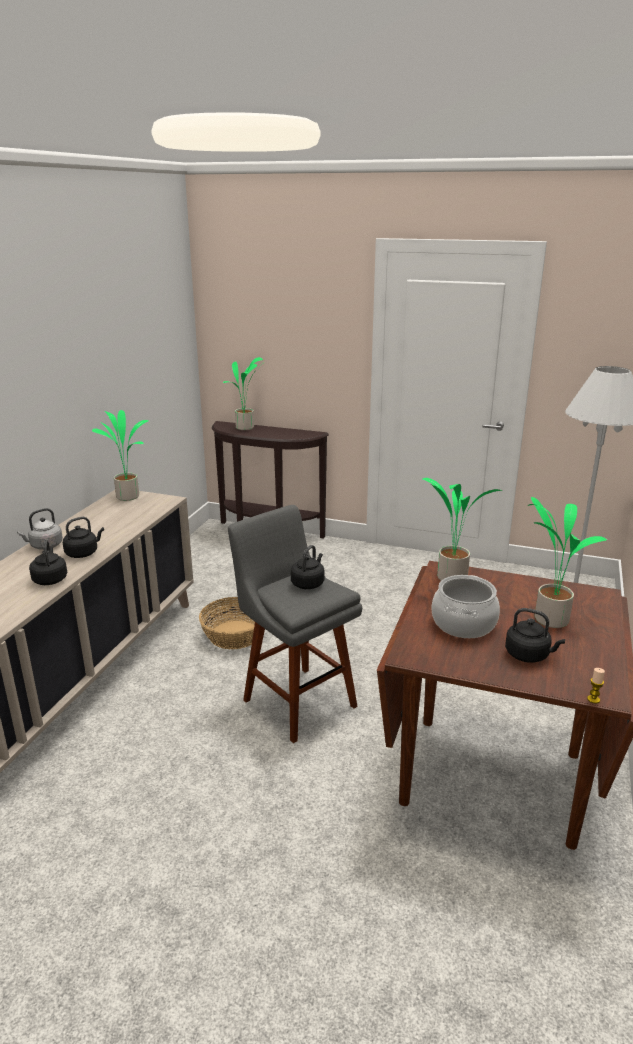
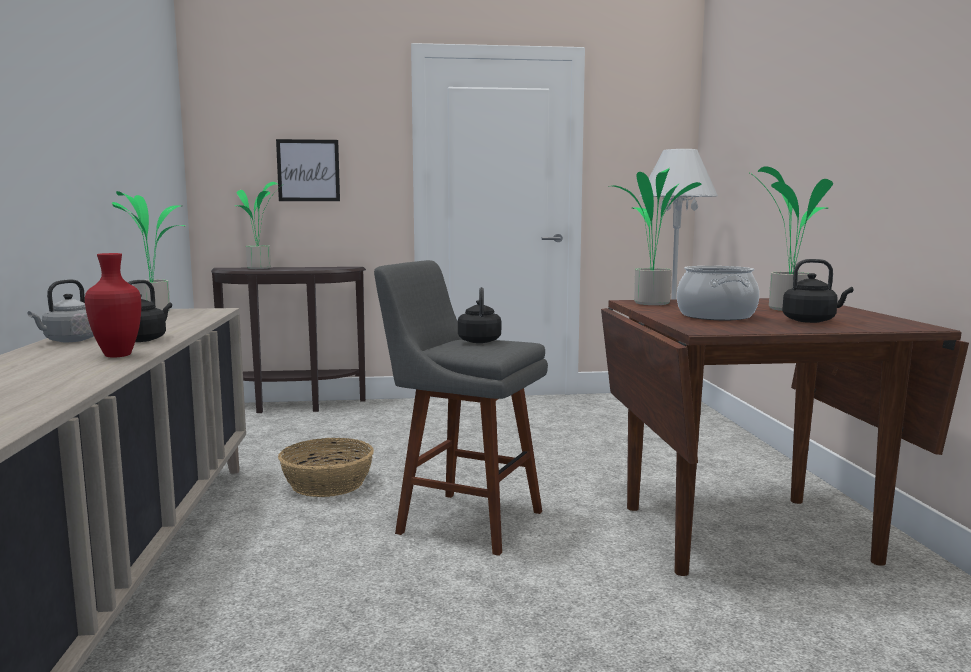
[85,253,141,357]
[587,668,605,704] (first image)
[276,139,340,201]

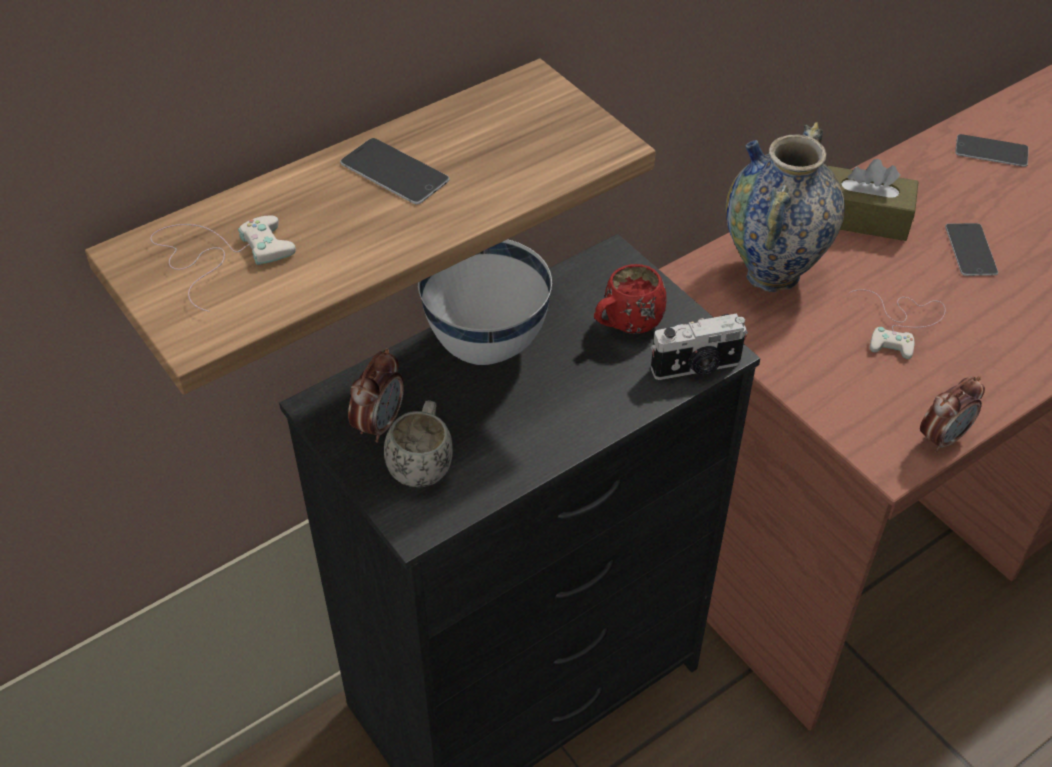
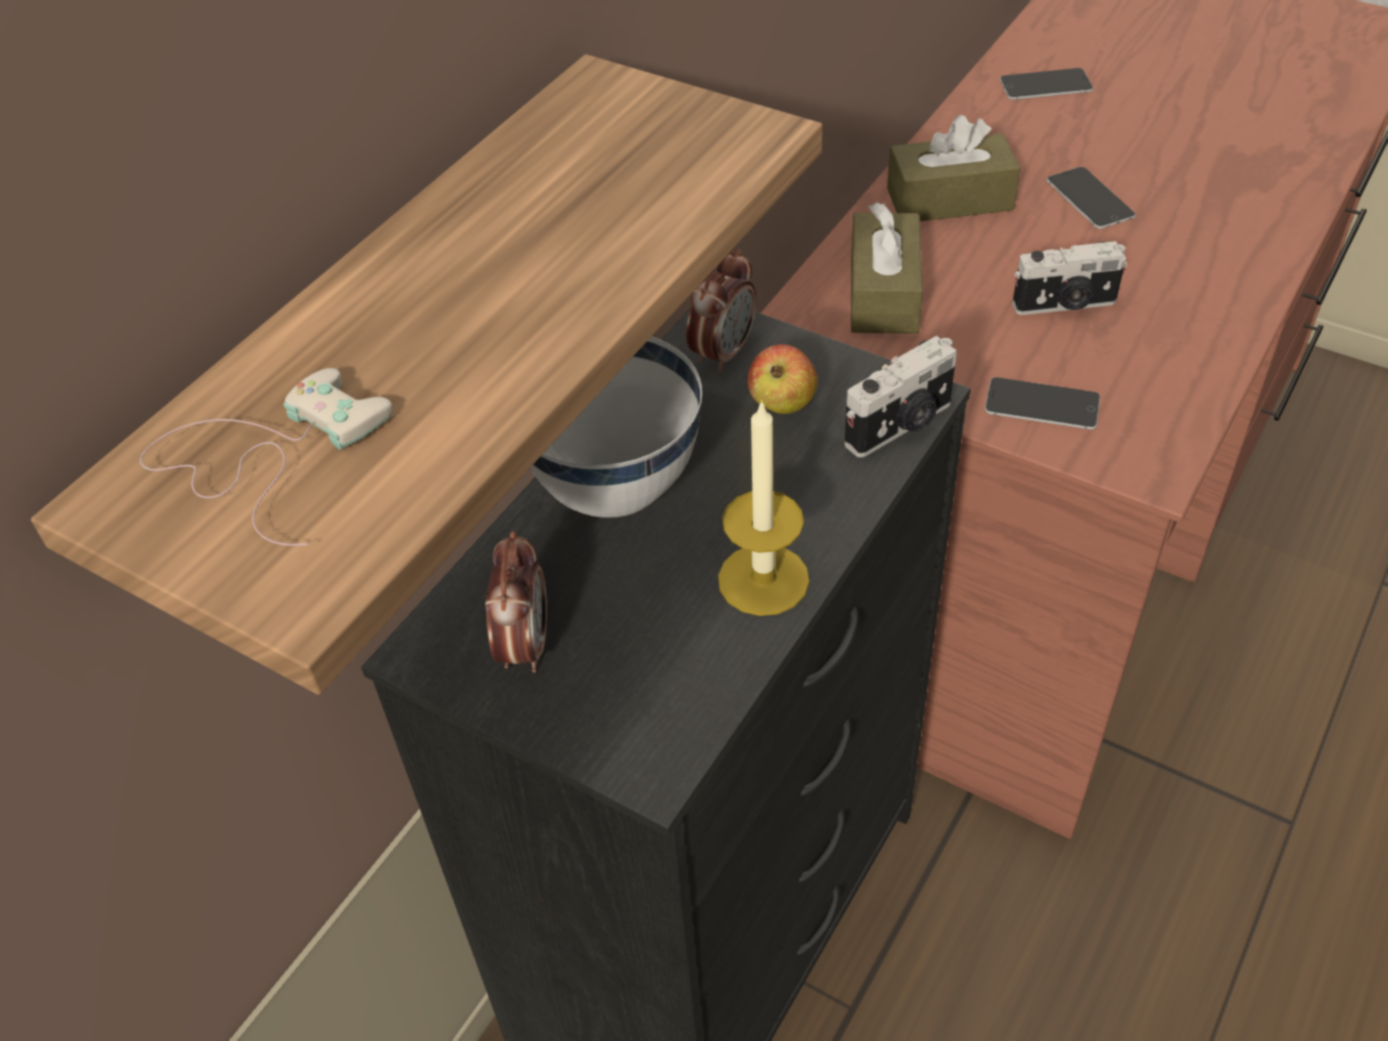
[851,202,923,334]
[985,377,1100,430]
[747,344,818,414]
[1012,241,1127,315]
[686,249,757,373]
[384,400,453,487] (first image)
[718,400,810,616]

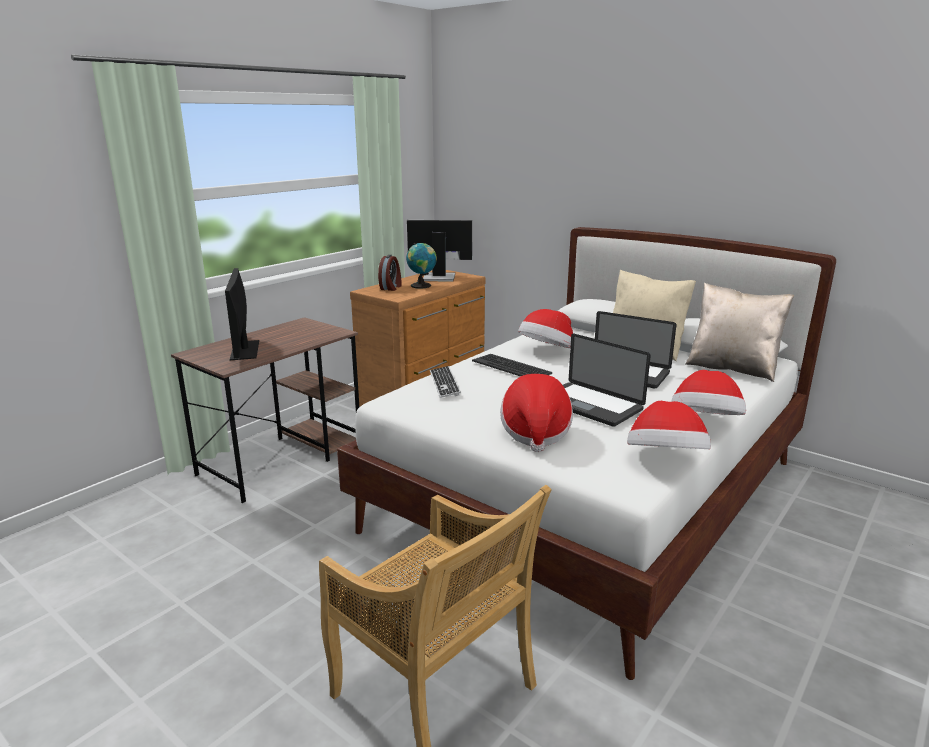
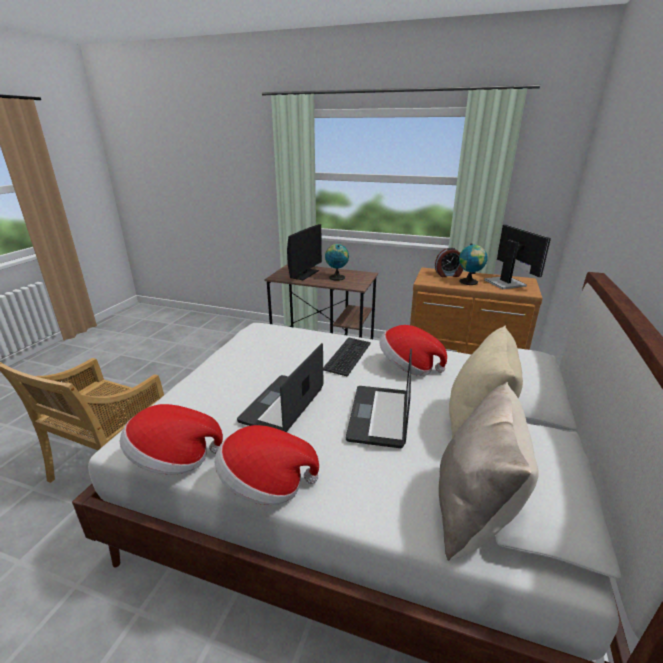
[287,224,322,280]
[430,366,461,398] (first image)
[500,374,573,452] (first image)
[325,244,349,281]

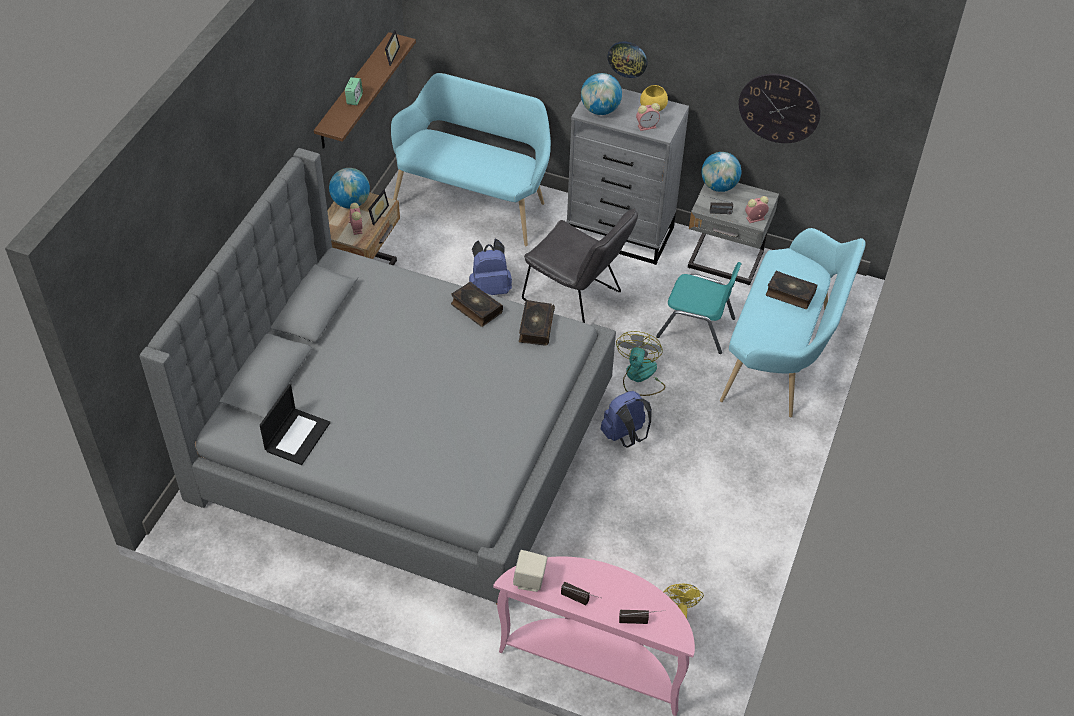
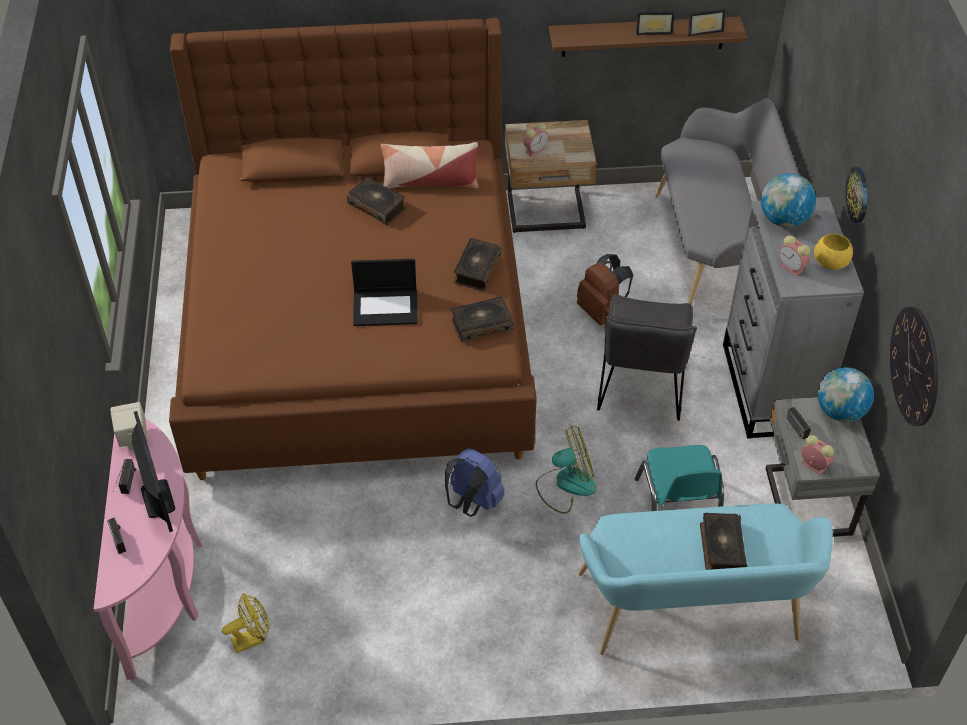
[655,98,799,304]
[345,77,363,105] (first image)
[169,18,537,480]
[329,168,370,208] (first image)
[636,11,675,35]
[577,254,633,326]
[351,259,418,326]
[381,142,478,189]
[347,177,406,225]
[132,411,176,532]

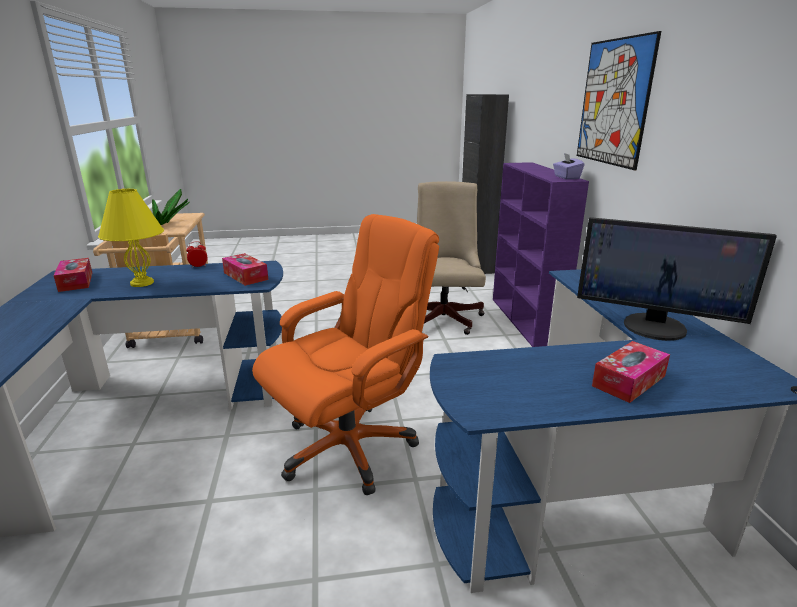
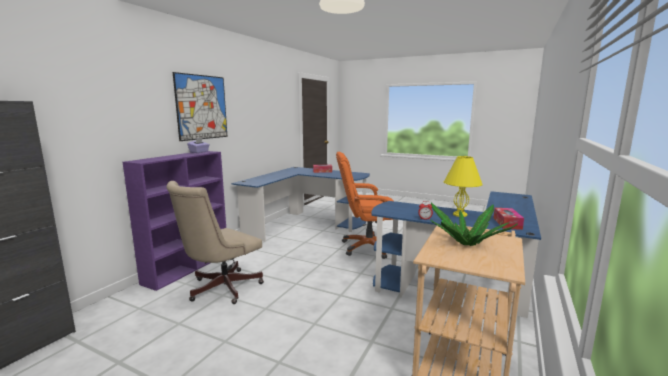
[577,217,777,341] (first image)
[222,253,268,286] (first image)

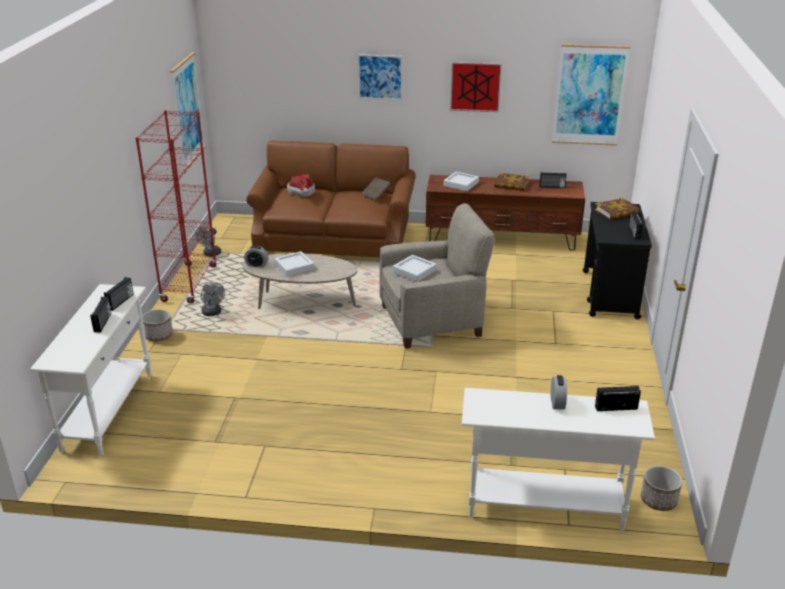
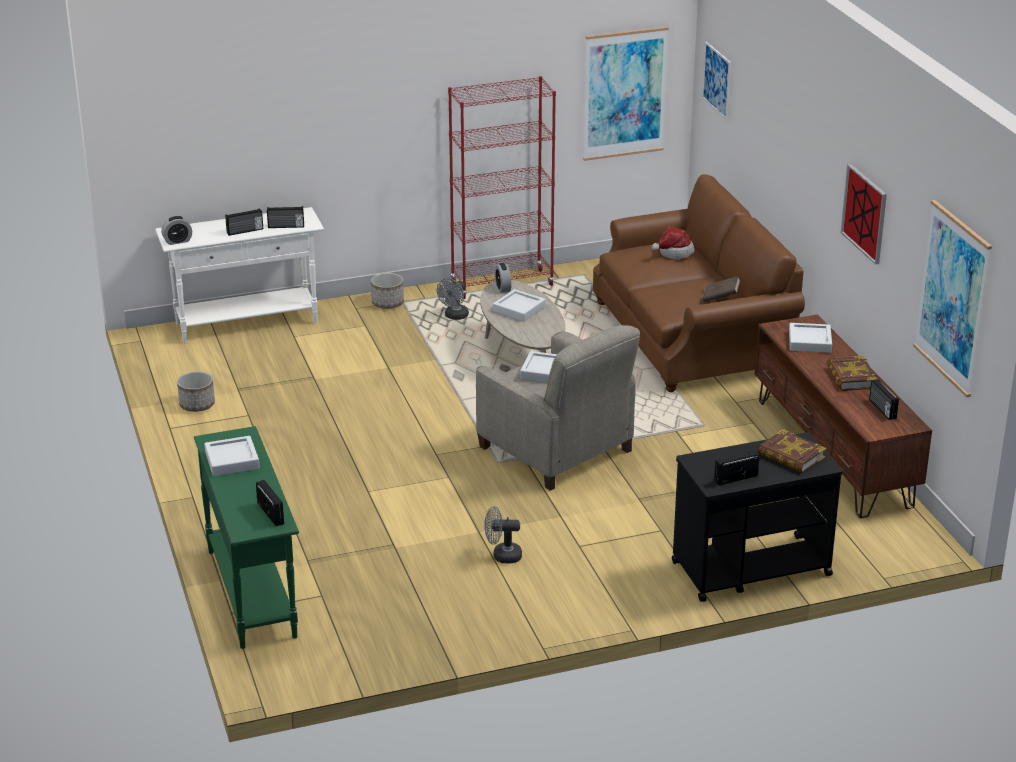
[702,42,731,120]
[484,506,522,564]
[161,216,192,245]
[194,426,299,649]
[177,371,215,412]
[204,436,260,476]

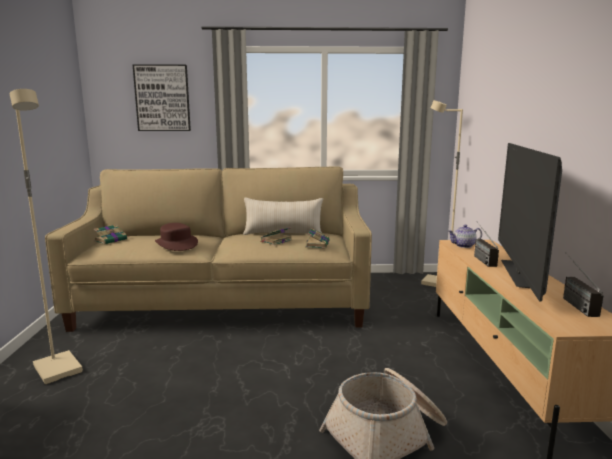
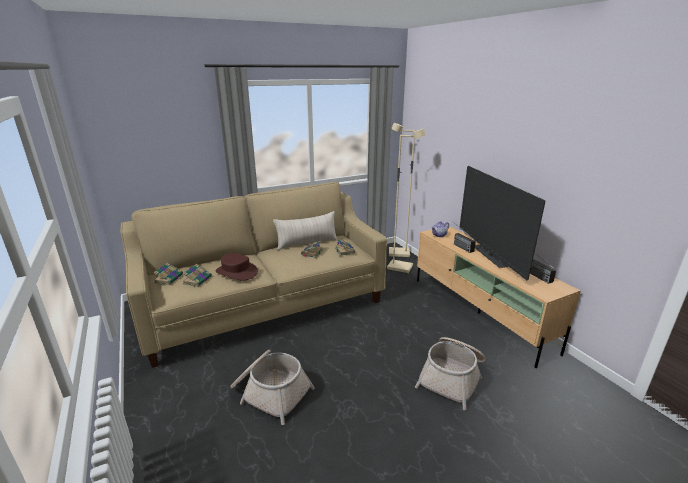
[132,64,191,131] (first image)
[387,128,426,273]
[182,264,212,287]
[230,349,315,425]

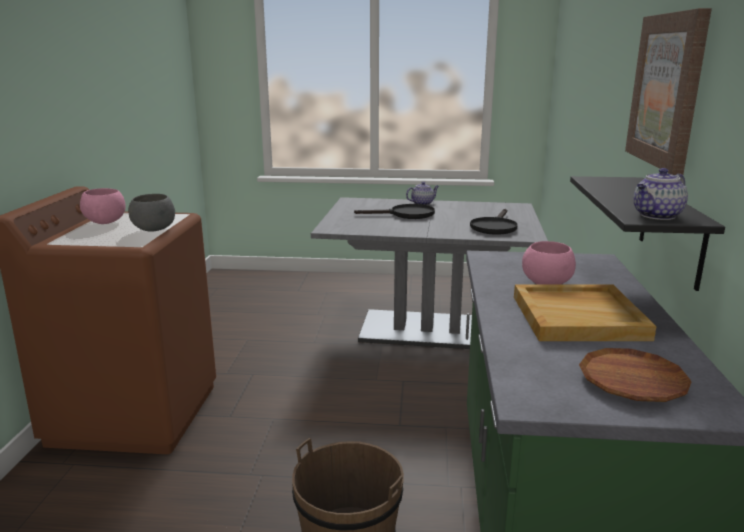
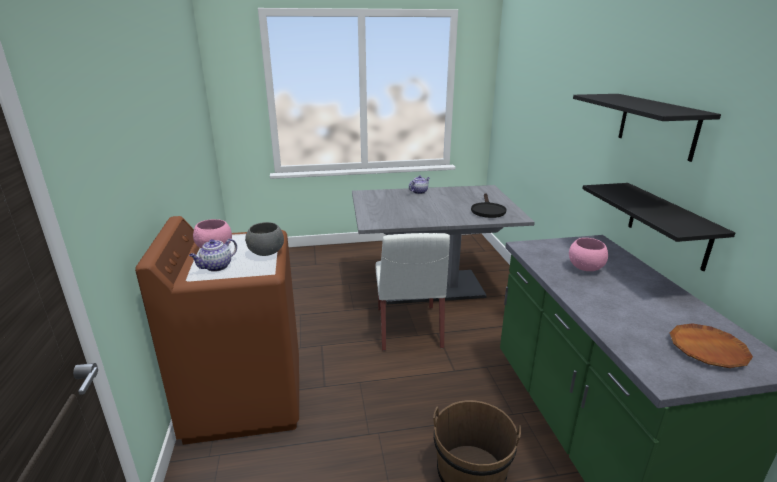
[573,94,721,162]
[189,239,237,272]
[354,204,435,219] (first image)
[514,285,657,341] (first image)
[375,233,450,351]

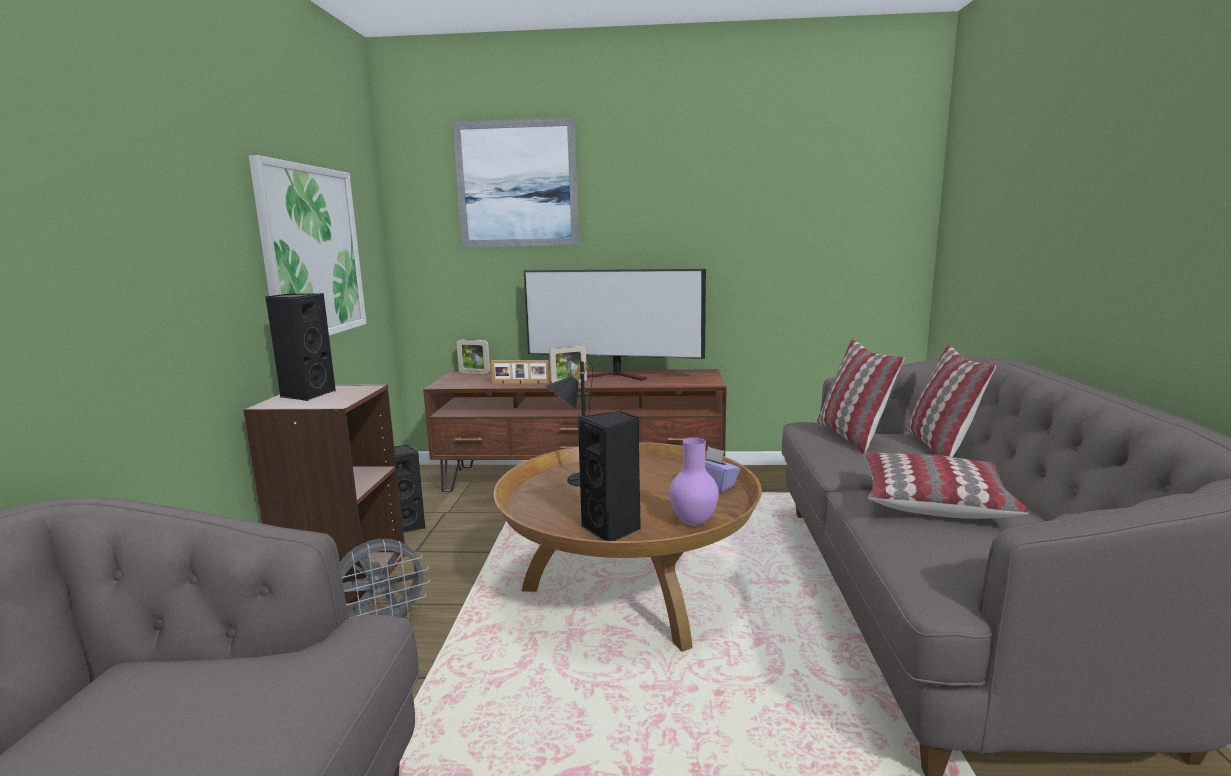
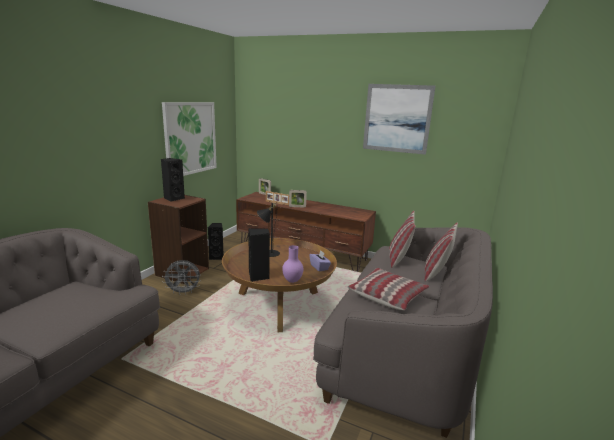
[363,84,435,155]
[524,269,706,381] (first image)

